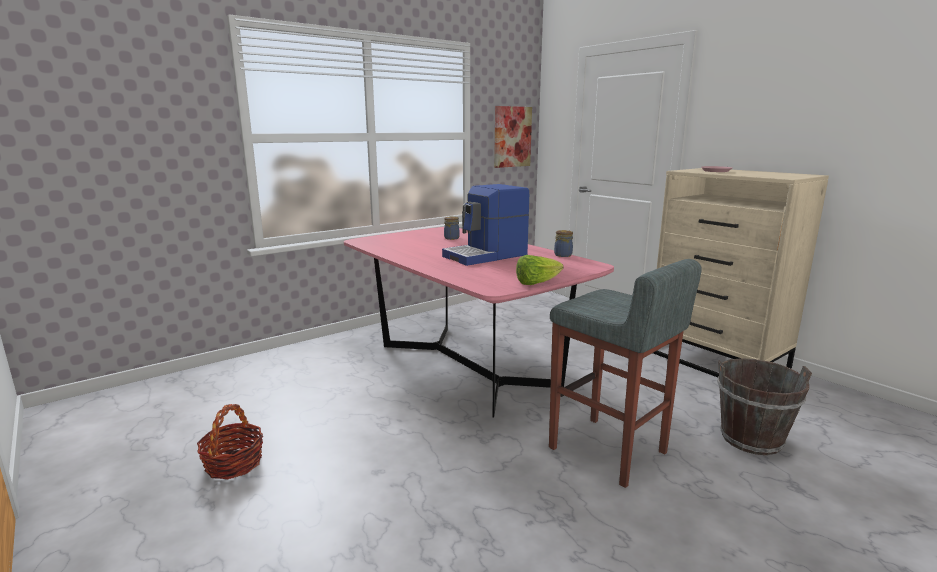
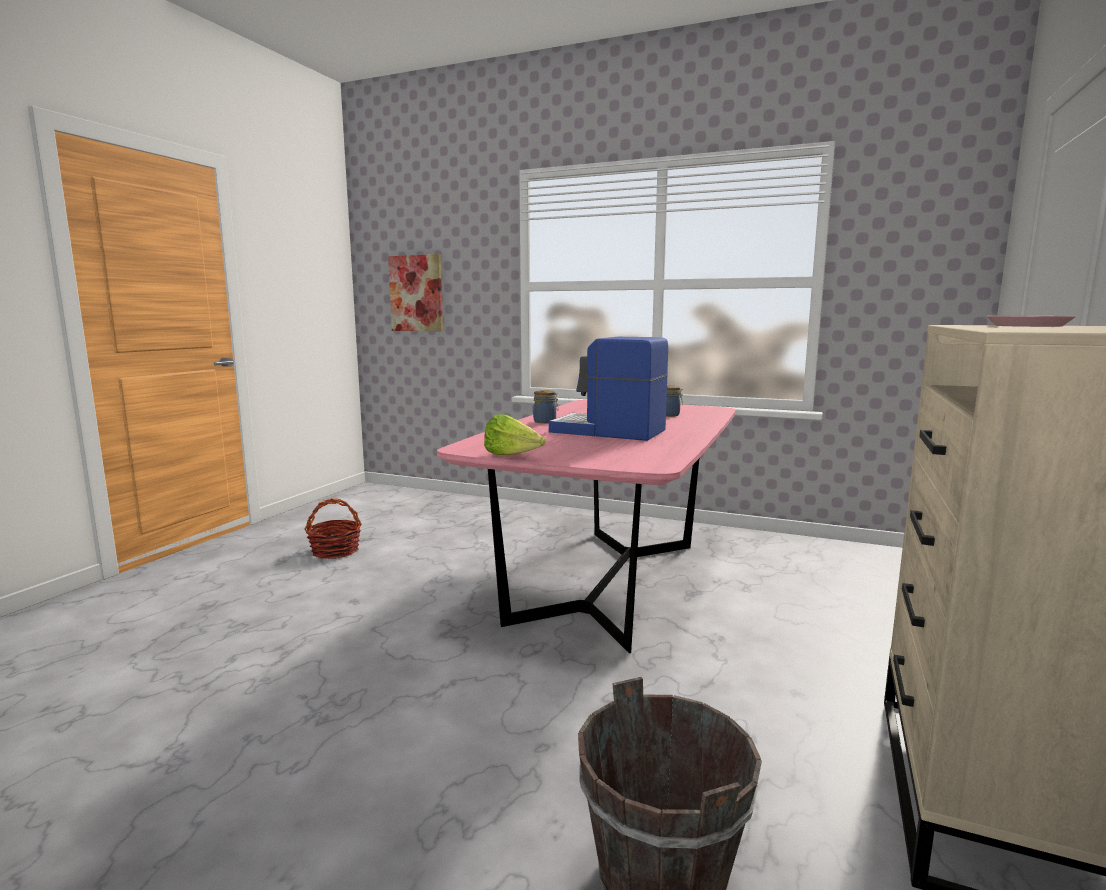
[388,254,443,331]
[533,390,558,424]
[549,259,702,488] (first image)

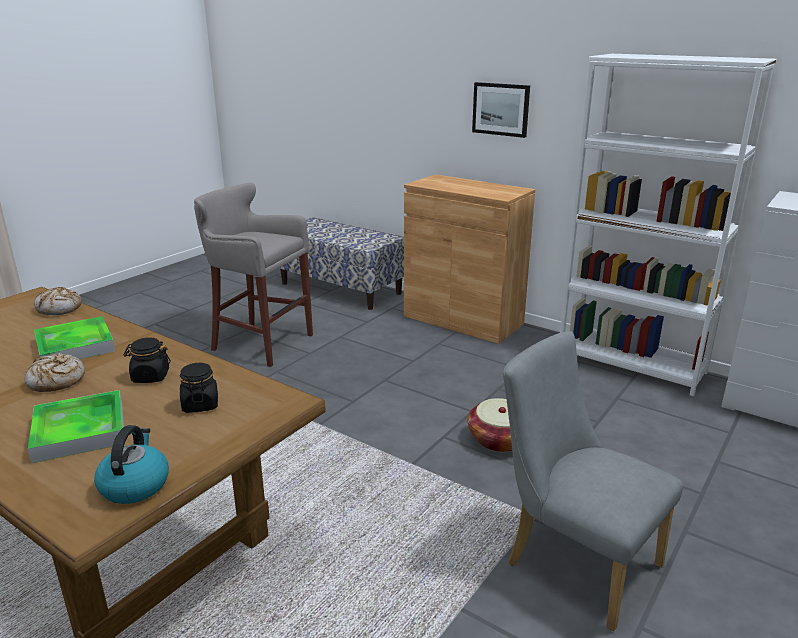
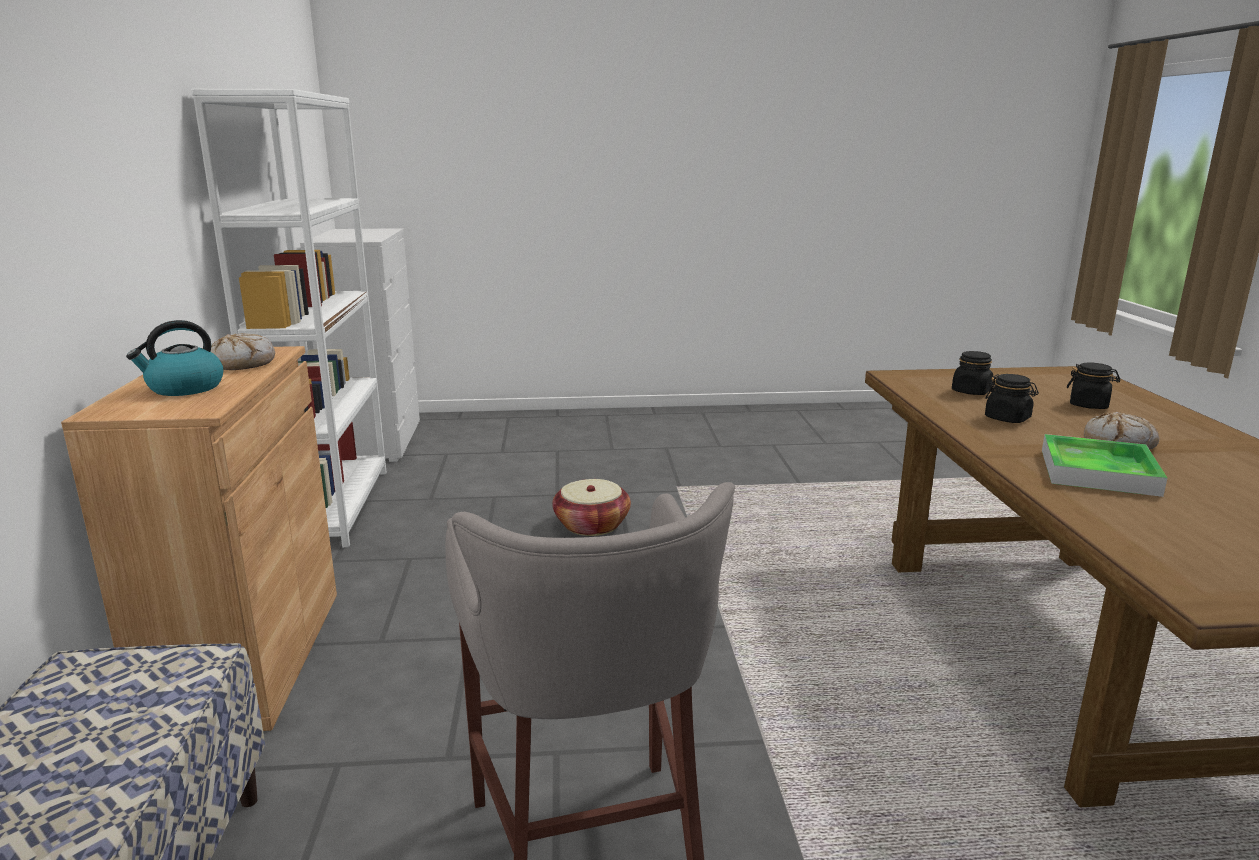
[472,82,530,138] (first image)
[211,333,275,370]
[503,331,683,631] (first image)
[1067,363,1120,409]
[126,320,224,396]

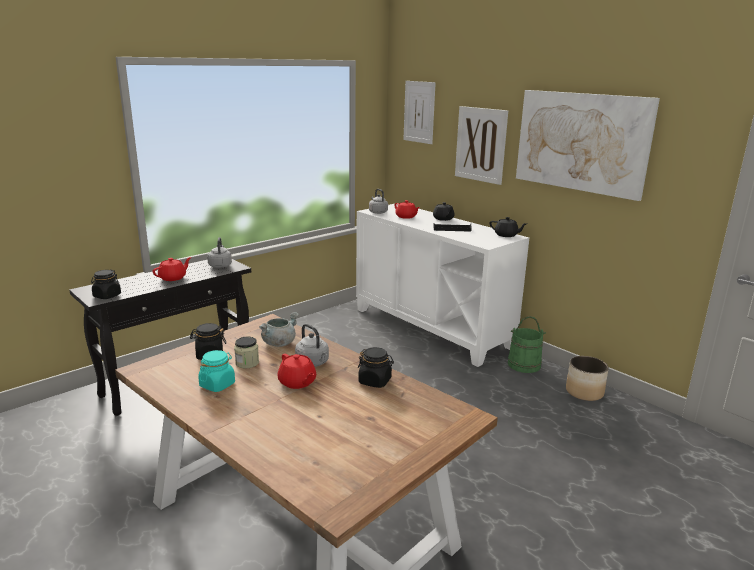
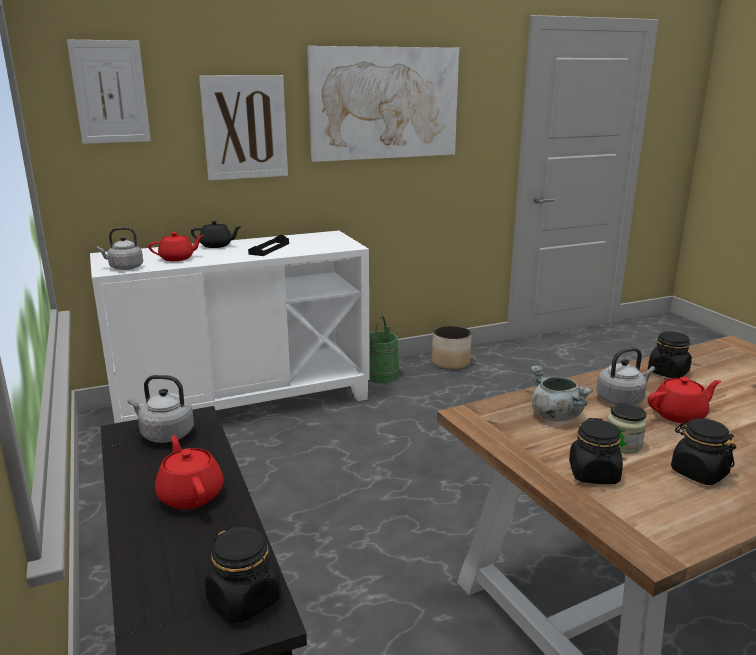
[490,217,527,237] (first image)
[671,418,736,485]

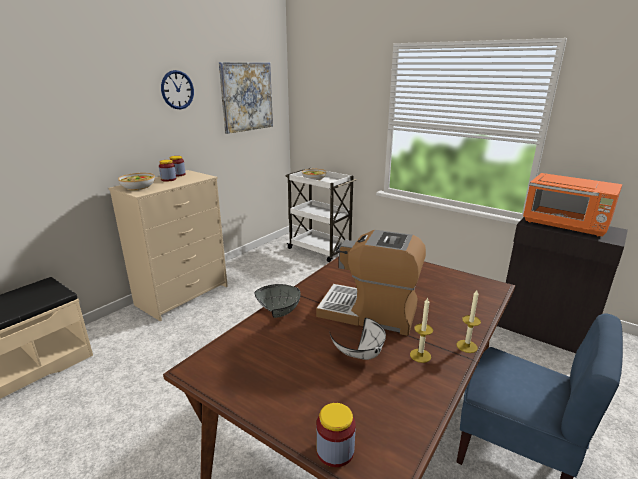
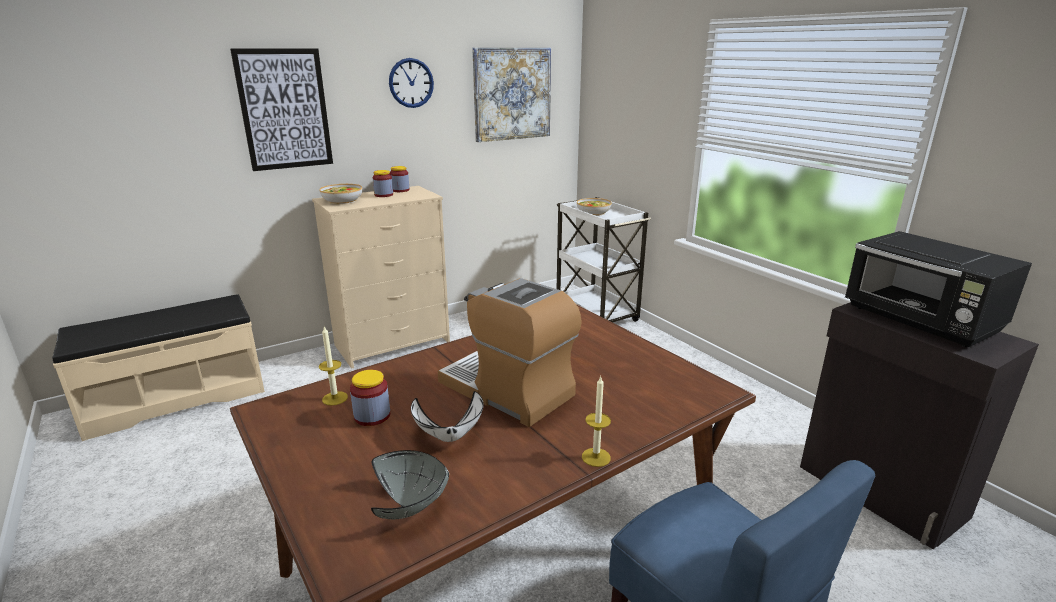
[845,231,1032,347]
[371,450,449,519]
[319,327,348,406]
[350,370,390,426]
[230,48,333,171]

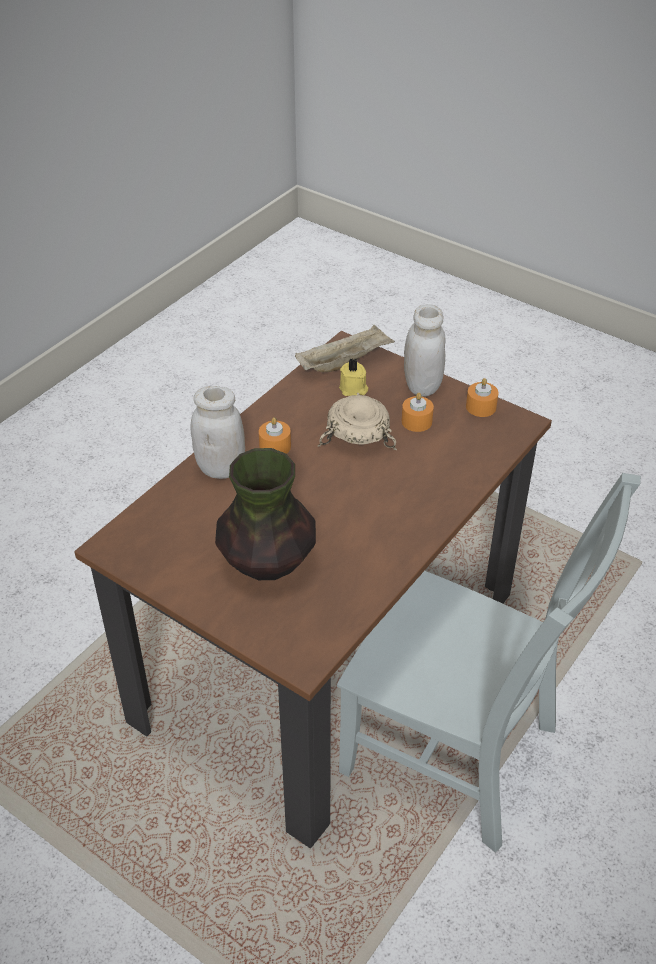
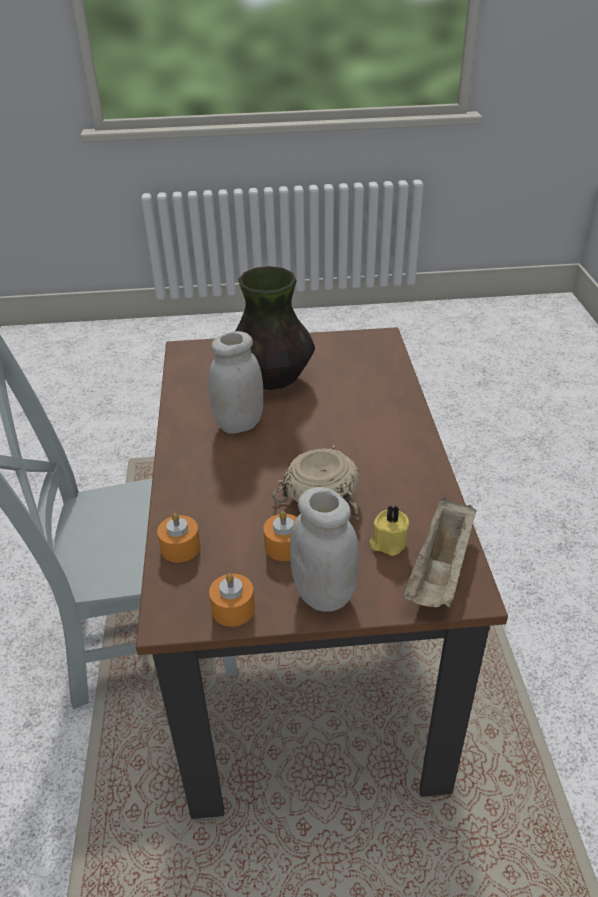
[209,331,263,433]
[157,513,201,563]

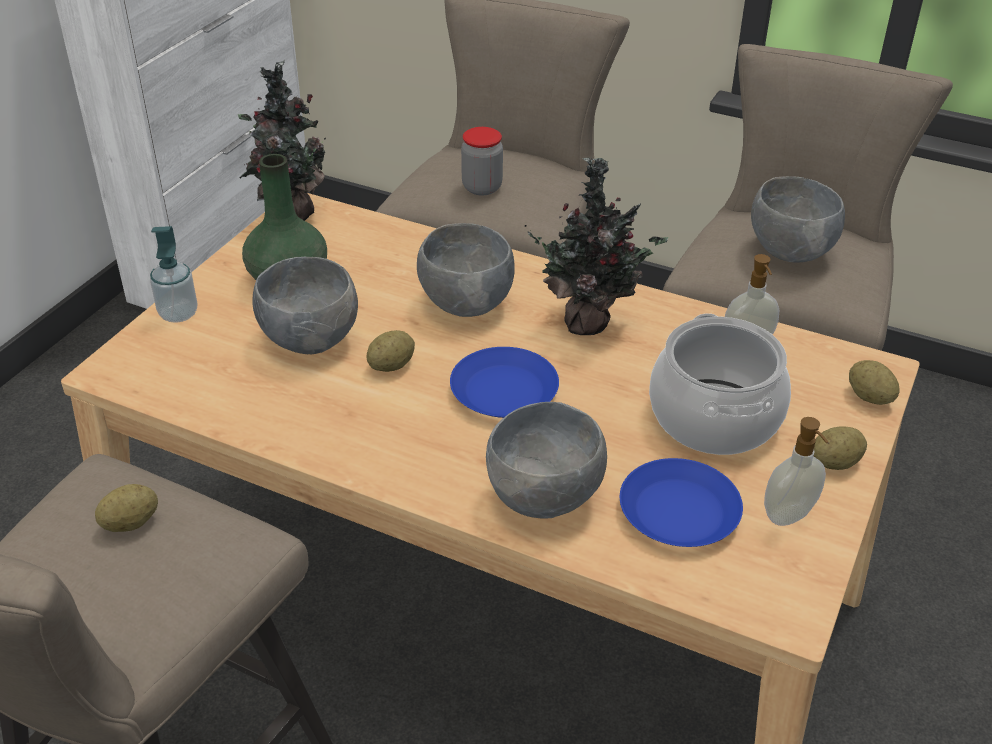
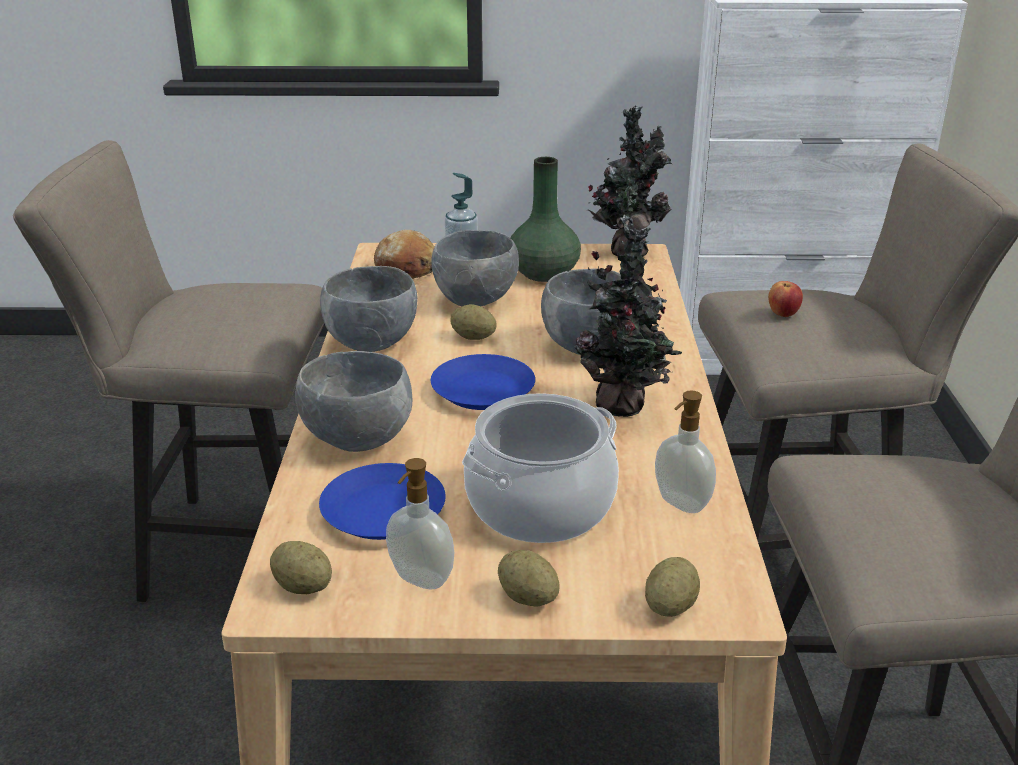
[768,281,803,317]
[320,266,418,352]
[270,541,332,594]
[374,230,434,279]

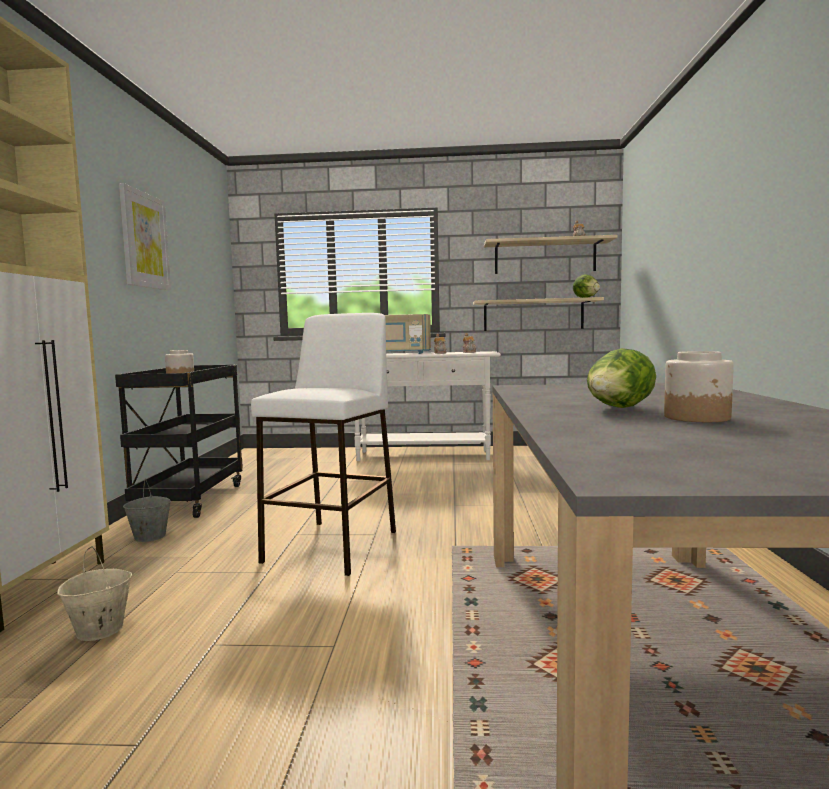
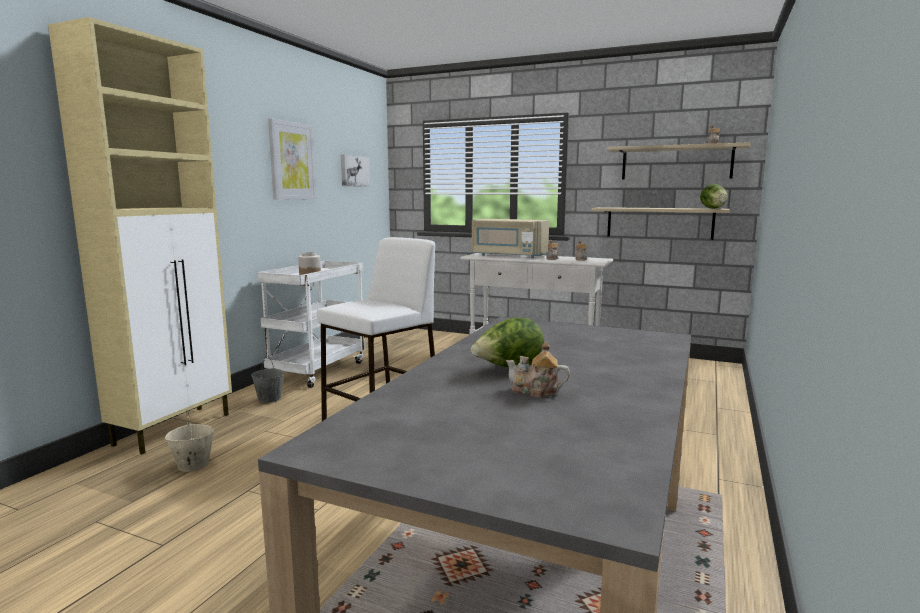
[506,342,570,398]
[257,261,366,388]
[341,155,370,187]

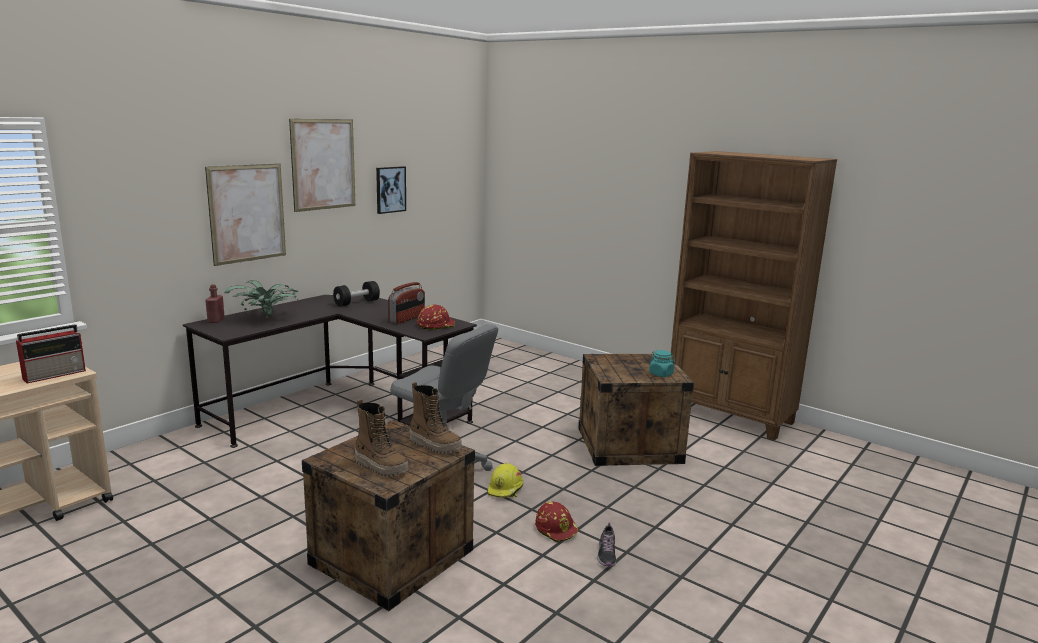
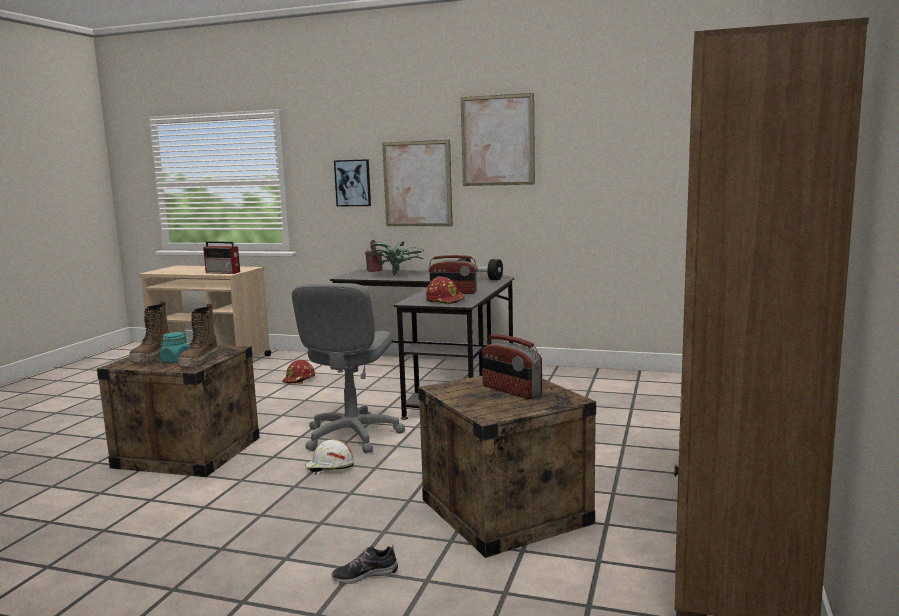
[334,159,371,206]
[160,332,189,363]
[305,439,354,475]
[282,360,315,384]
[332,544,398,584]
[482,334,542,399]

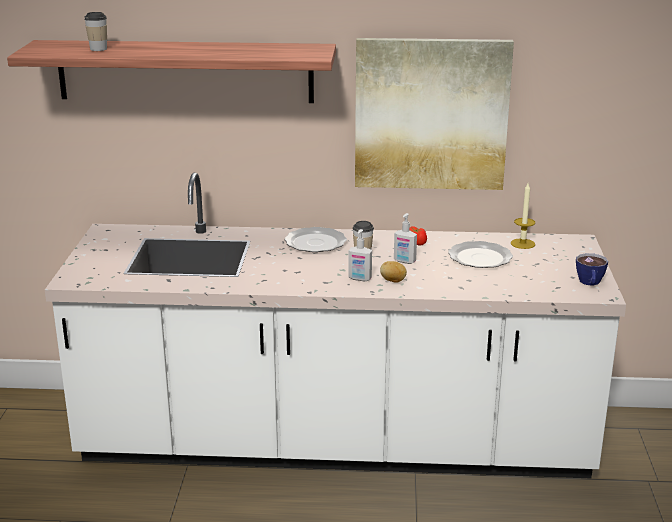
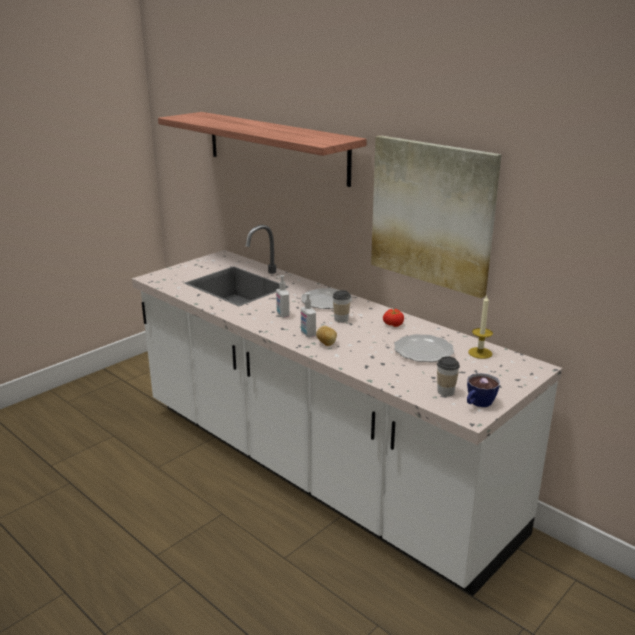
[437,356,460,396]
[276,275,290,318]

